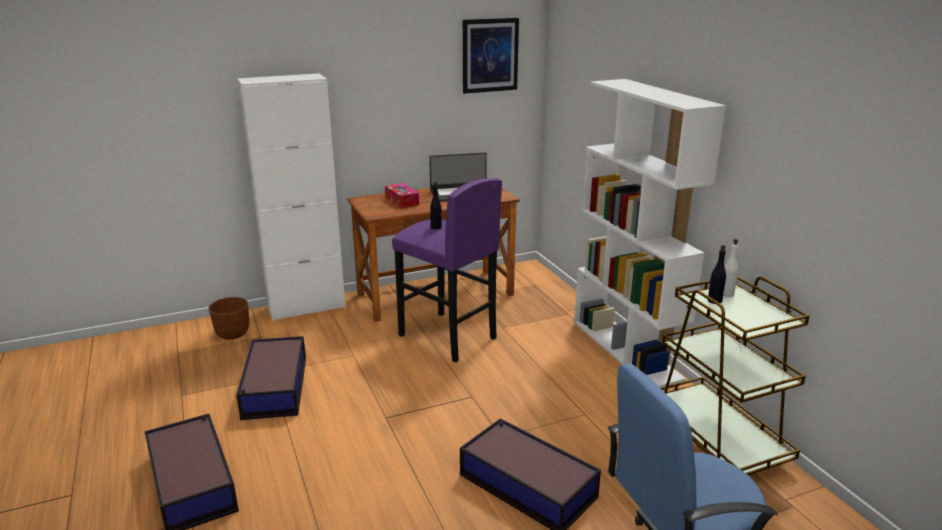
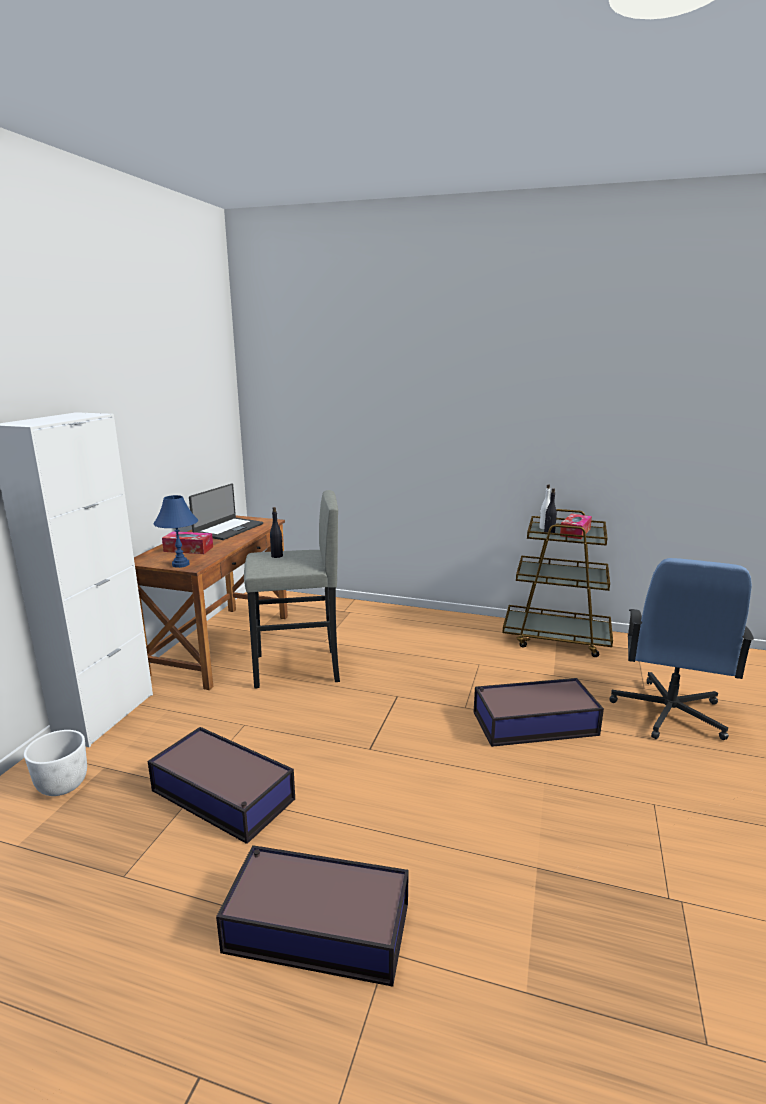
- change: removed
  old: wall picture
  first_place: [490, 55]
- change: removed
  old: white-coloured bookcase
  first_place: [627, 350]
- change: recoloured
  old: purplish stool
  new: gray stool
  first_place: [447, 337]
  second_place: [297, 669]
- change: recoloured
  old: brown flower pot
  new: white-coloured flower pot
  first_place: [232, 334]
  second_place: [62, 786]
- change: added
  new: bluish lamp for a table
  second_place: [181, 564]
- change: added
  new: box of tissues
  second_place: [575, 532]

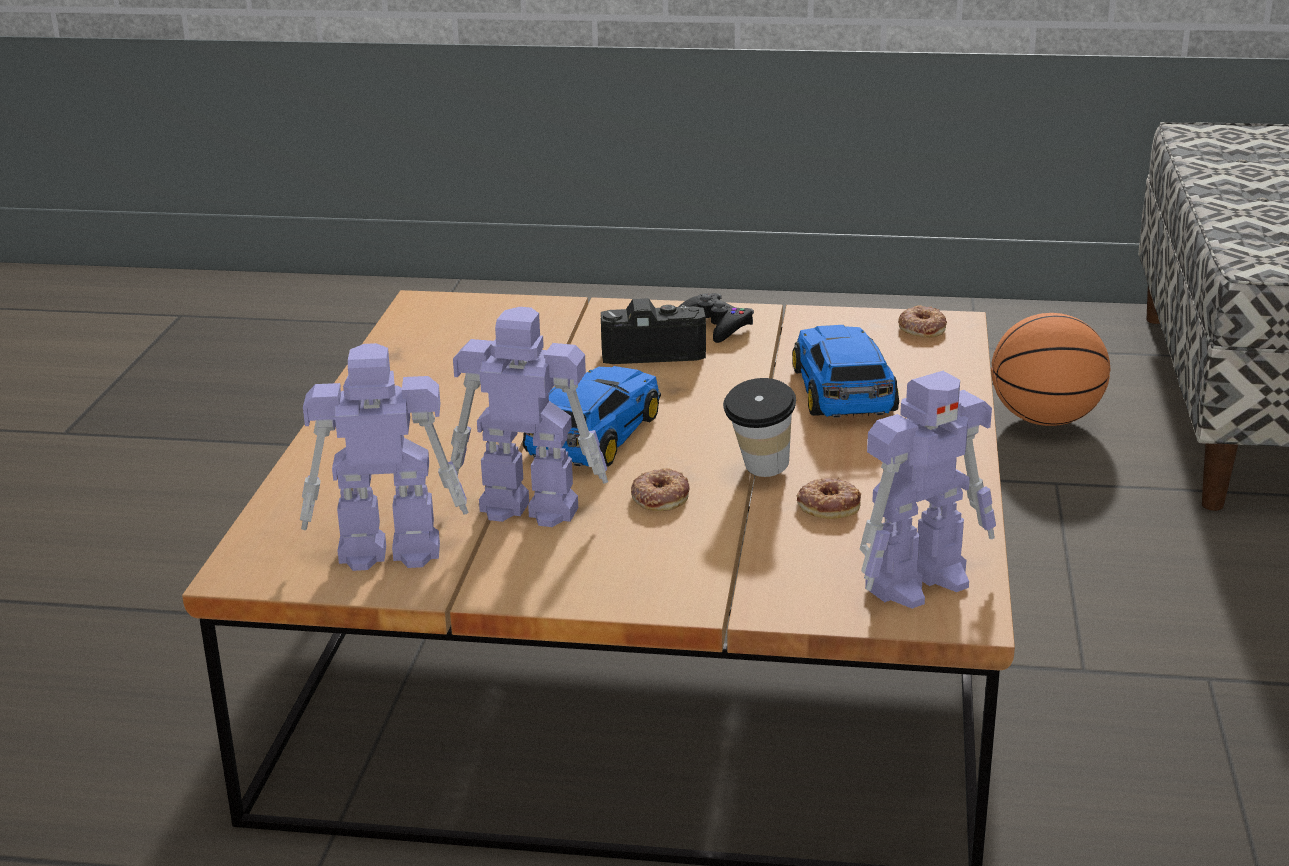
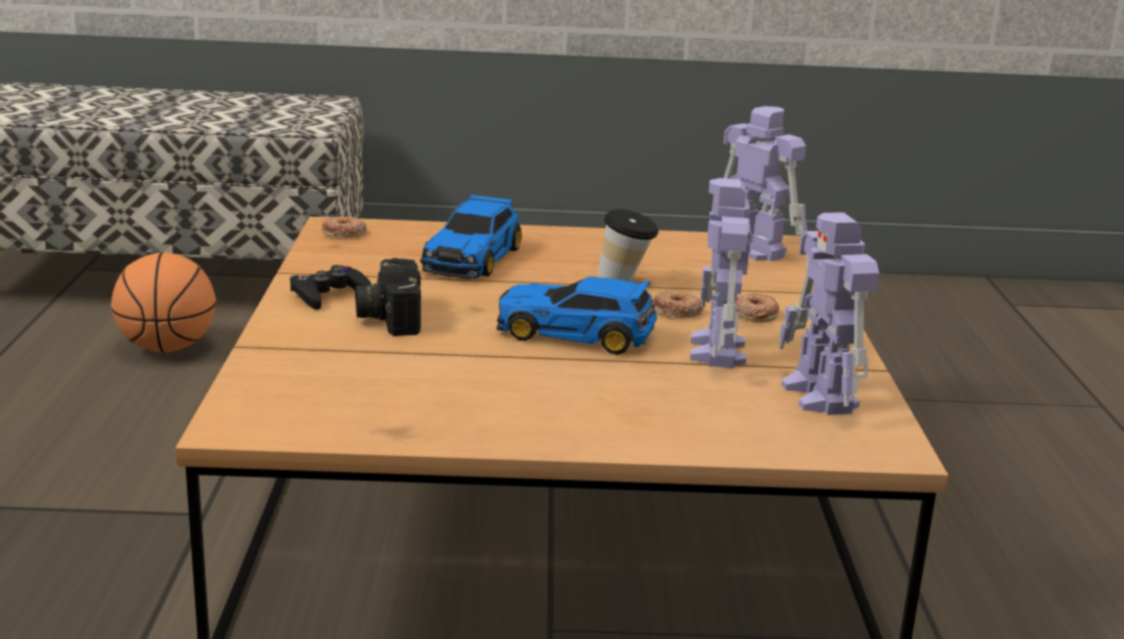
- change: turned
  old: toy car
  first_place: [842, 391]
  second_place: [473, 258]
  degrees: -60
- change: moved
  old: donut
  first_place: [828, 504]
  second_place: [755, 313]

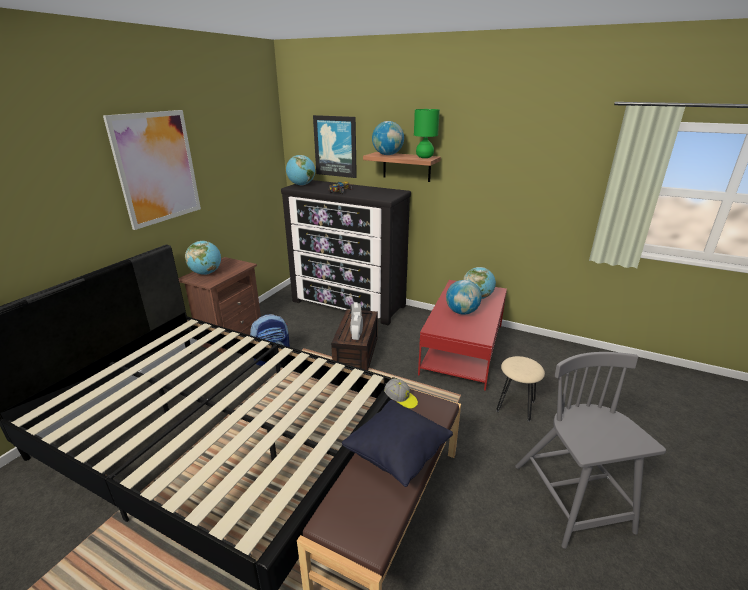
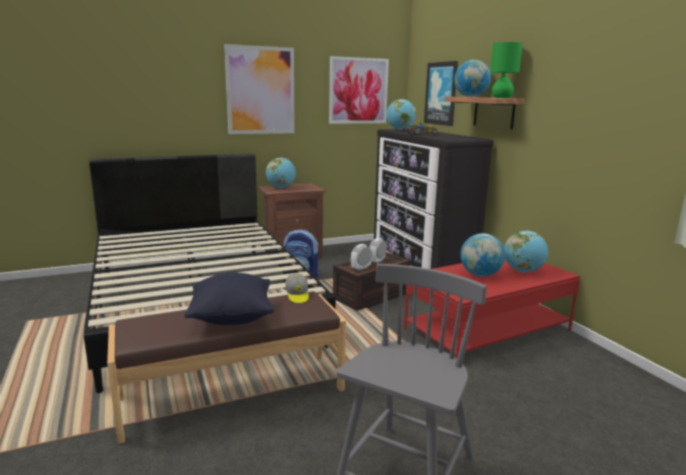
- change: removed
  old: beige stool
  first_place: [516, 406]
- change: added
  new: wall picture
  second_place: [358, 91]

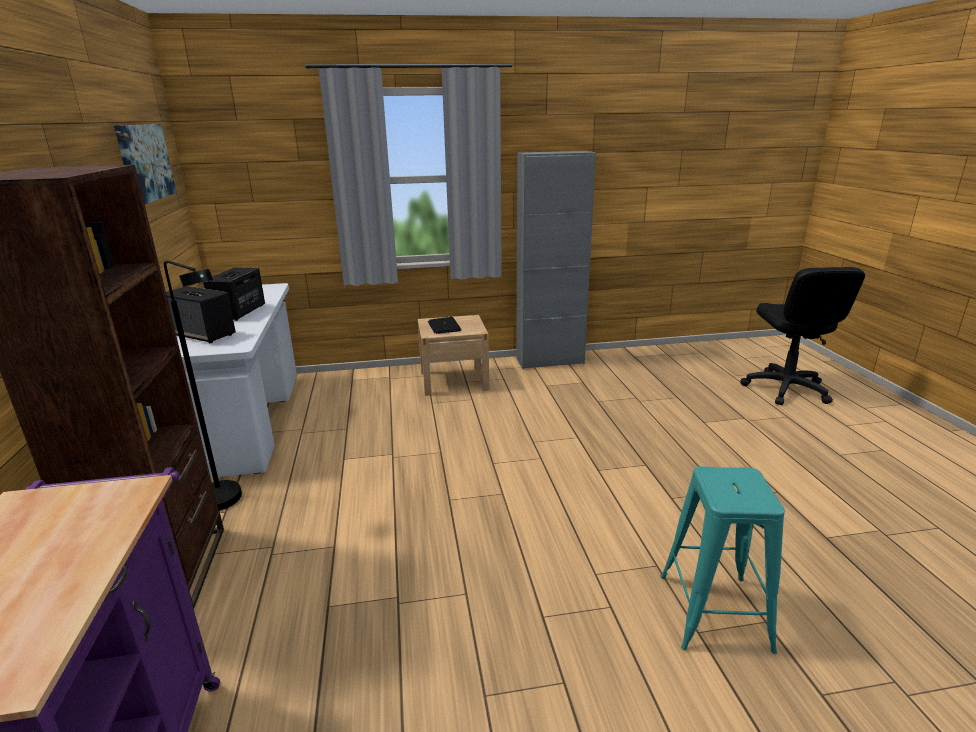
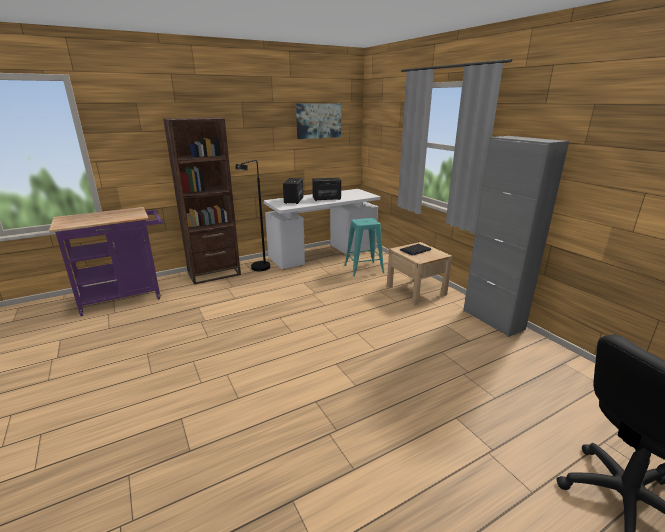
- change: moved
  old: turquoise stool
  first_place: [714, 611]
  second_place: [364, 269]

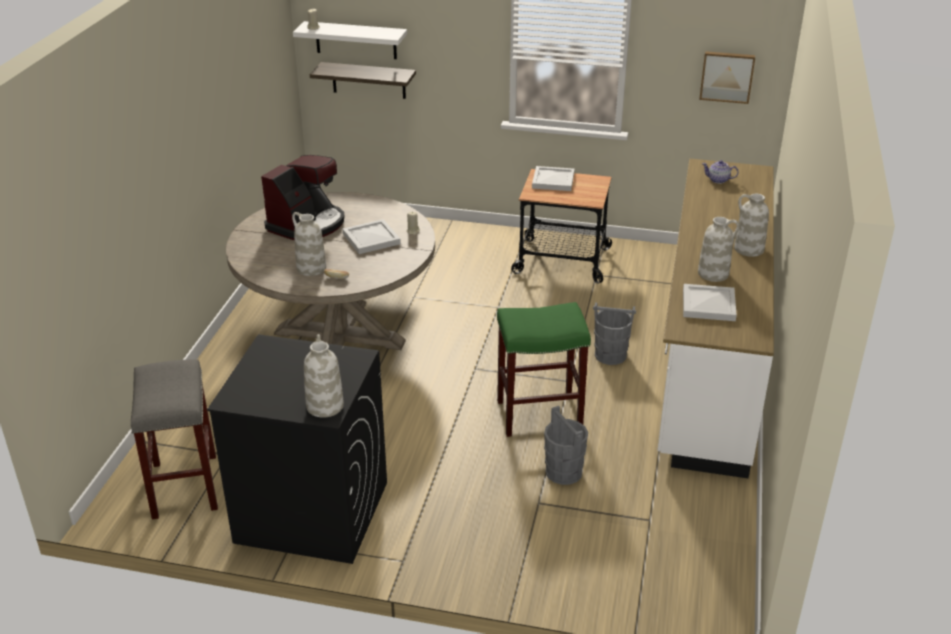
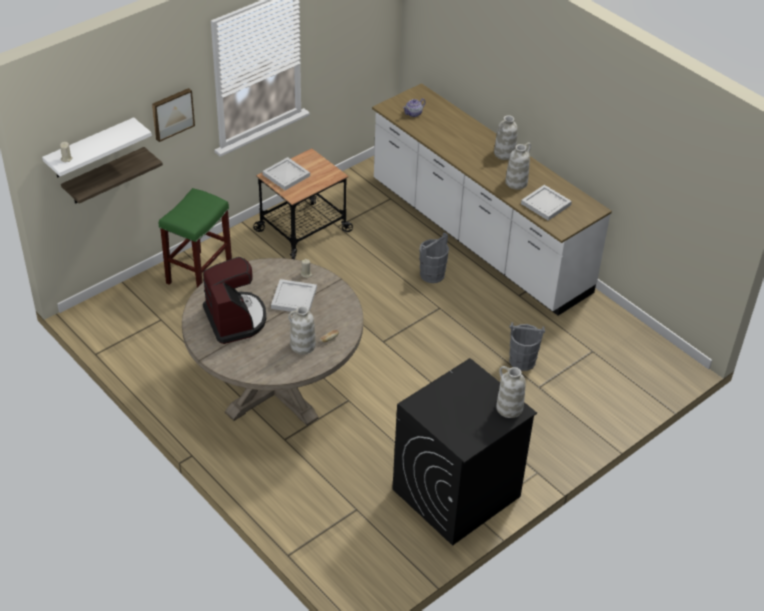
- change: moved
  old: wall picture
  first_place: [727, 76]
  second_place: [172, 113]
- change: moved
  old: green stool
  first_place: [540, 414]
  second_place: [199, 273]
- change: removed
  old: gray stool
  first_place: [184, 485]

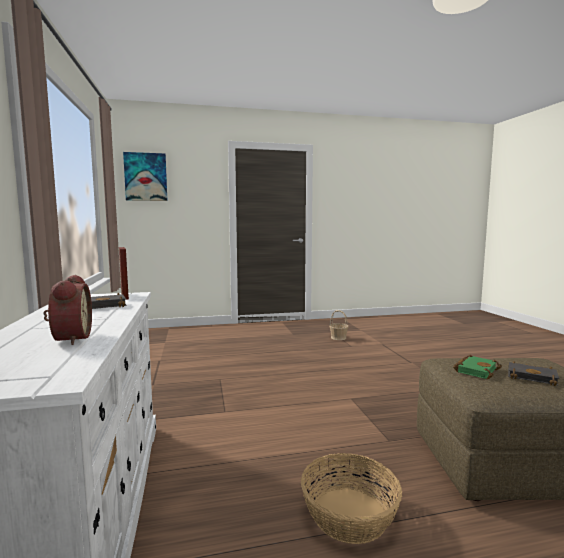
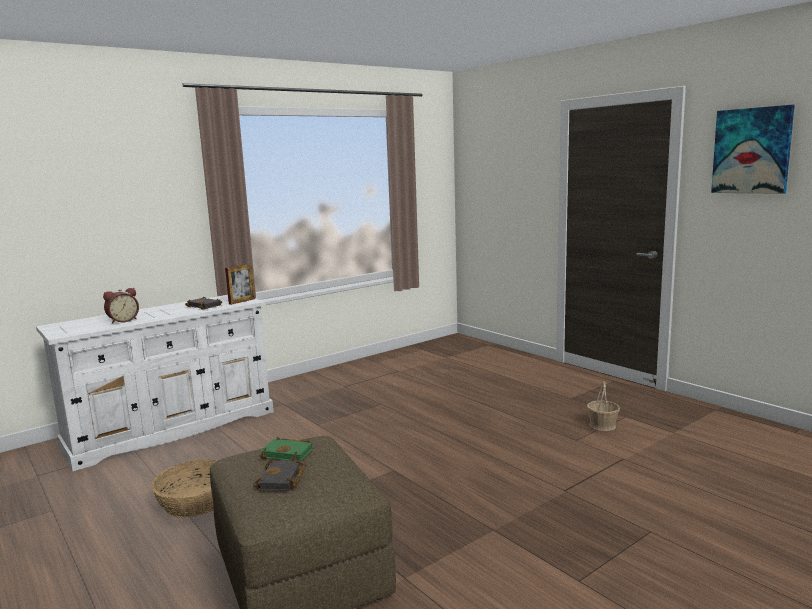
- change: moved
  old: wall picture
  first_place: [146, 177]
  second_place: [752, 151]

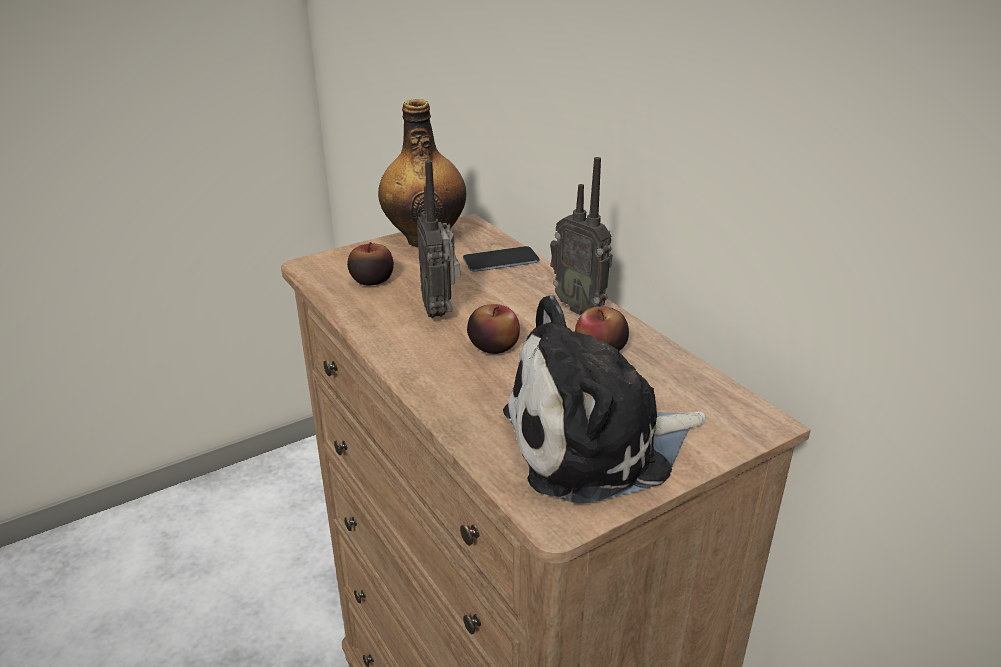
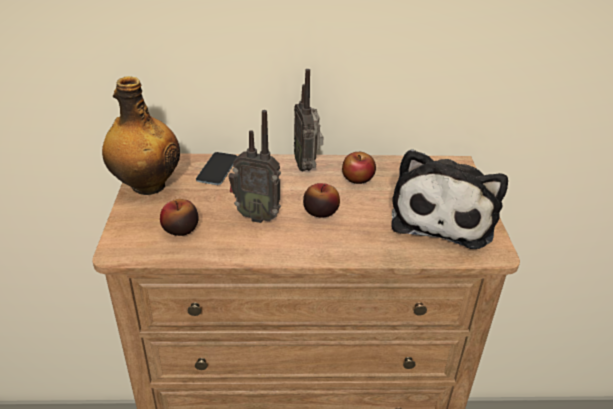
- change: turned
  old: radio set
  first_place: [580, 306]
  second_place: [307, 166]
  degrees: 90

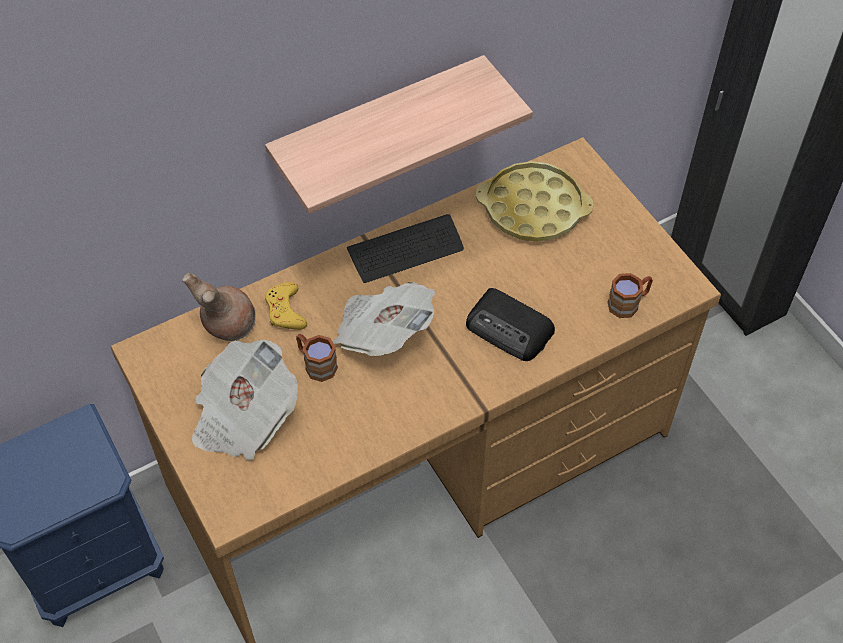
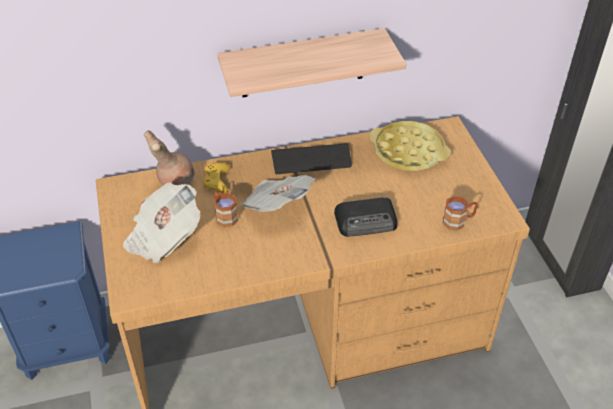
- change: turned
  old: radio set
  first_place: [510, 329]
  second_place: [367, 221]
  degrees: -60

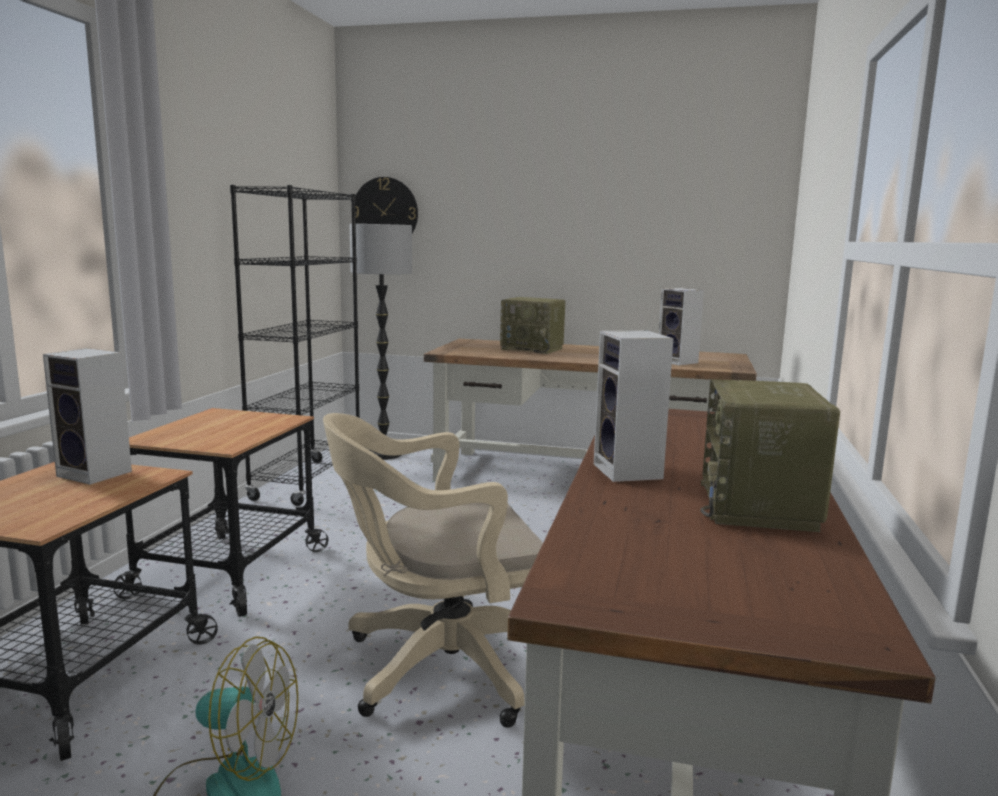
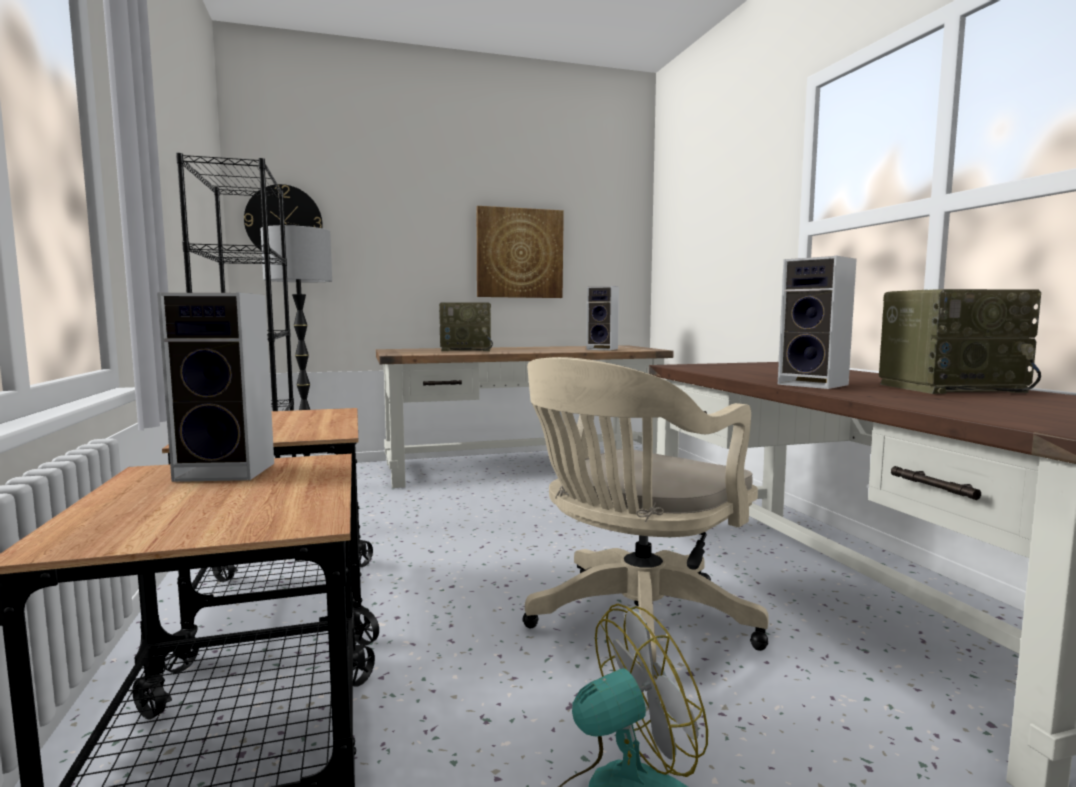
- change: turned
  old: radio set
  first_place: [759, 507]
  second_place: [951, 388]
  degrees: -75
- change: added
  new: wall picture
  second_place: [519, 253]

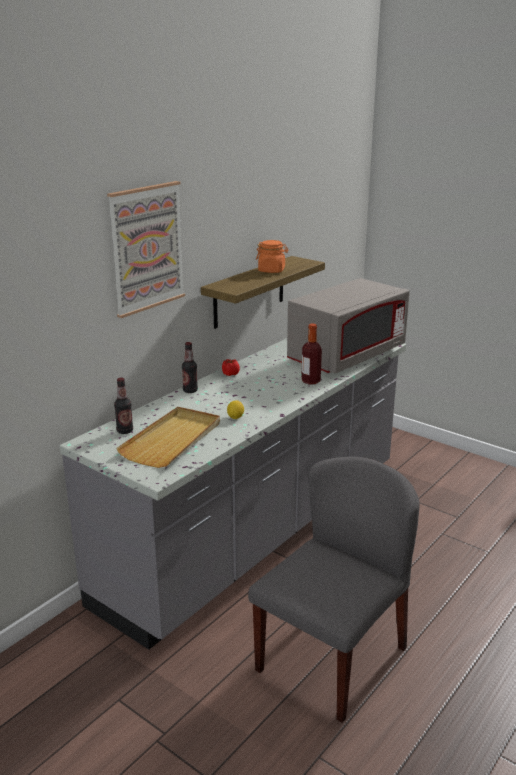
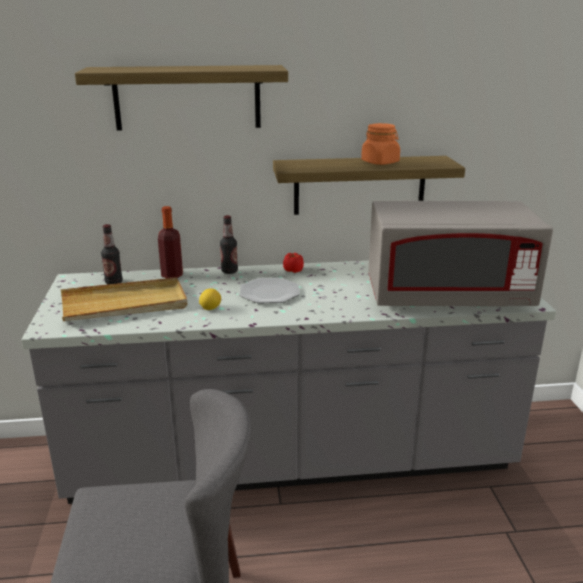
- change: replaced
  old: wall picture
  new: shelf
  first_place: [146, 248]
  second_place: [187, 98]
- change: moved
  old: bottle
  first_place: [310, 381]
  second_place: [172, 275]
- change: added
  new: dinner plate
  second_place: [269, 292]

